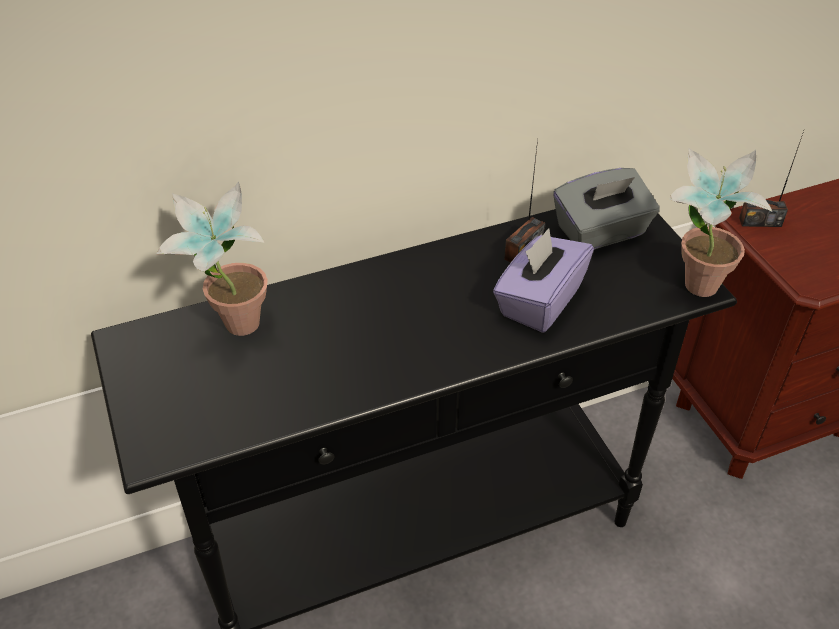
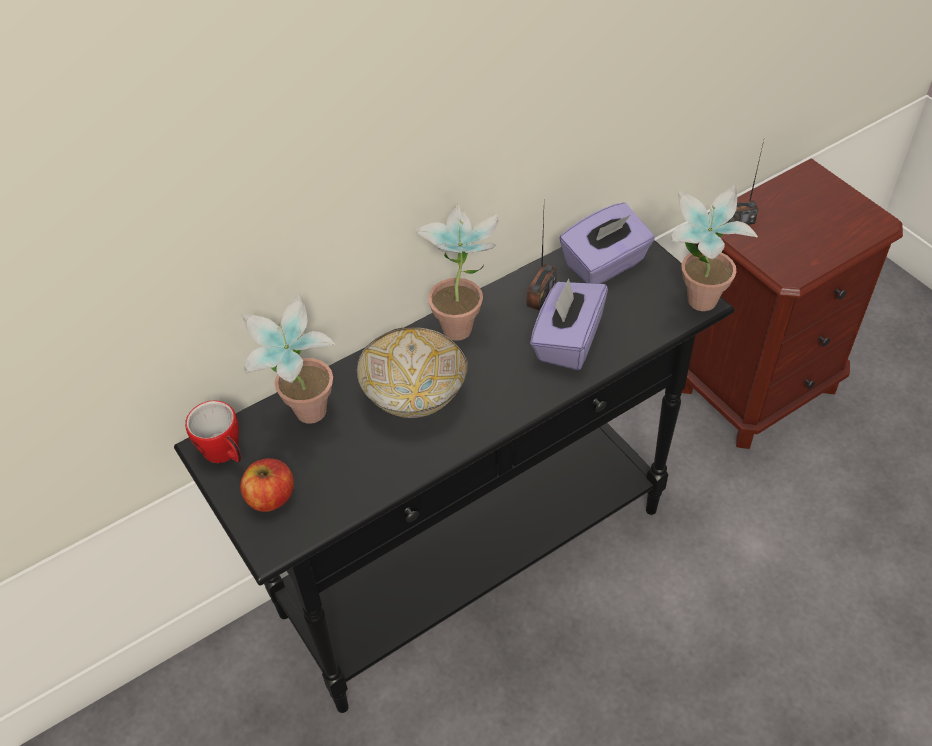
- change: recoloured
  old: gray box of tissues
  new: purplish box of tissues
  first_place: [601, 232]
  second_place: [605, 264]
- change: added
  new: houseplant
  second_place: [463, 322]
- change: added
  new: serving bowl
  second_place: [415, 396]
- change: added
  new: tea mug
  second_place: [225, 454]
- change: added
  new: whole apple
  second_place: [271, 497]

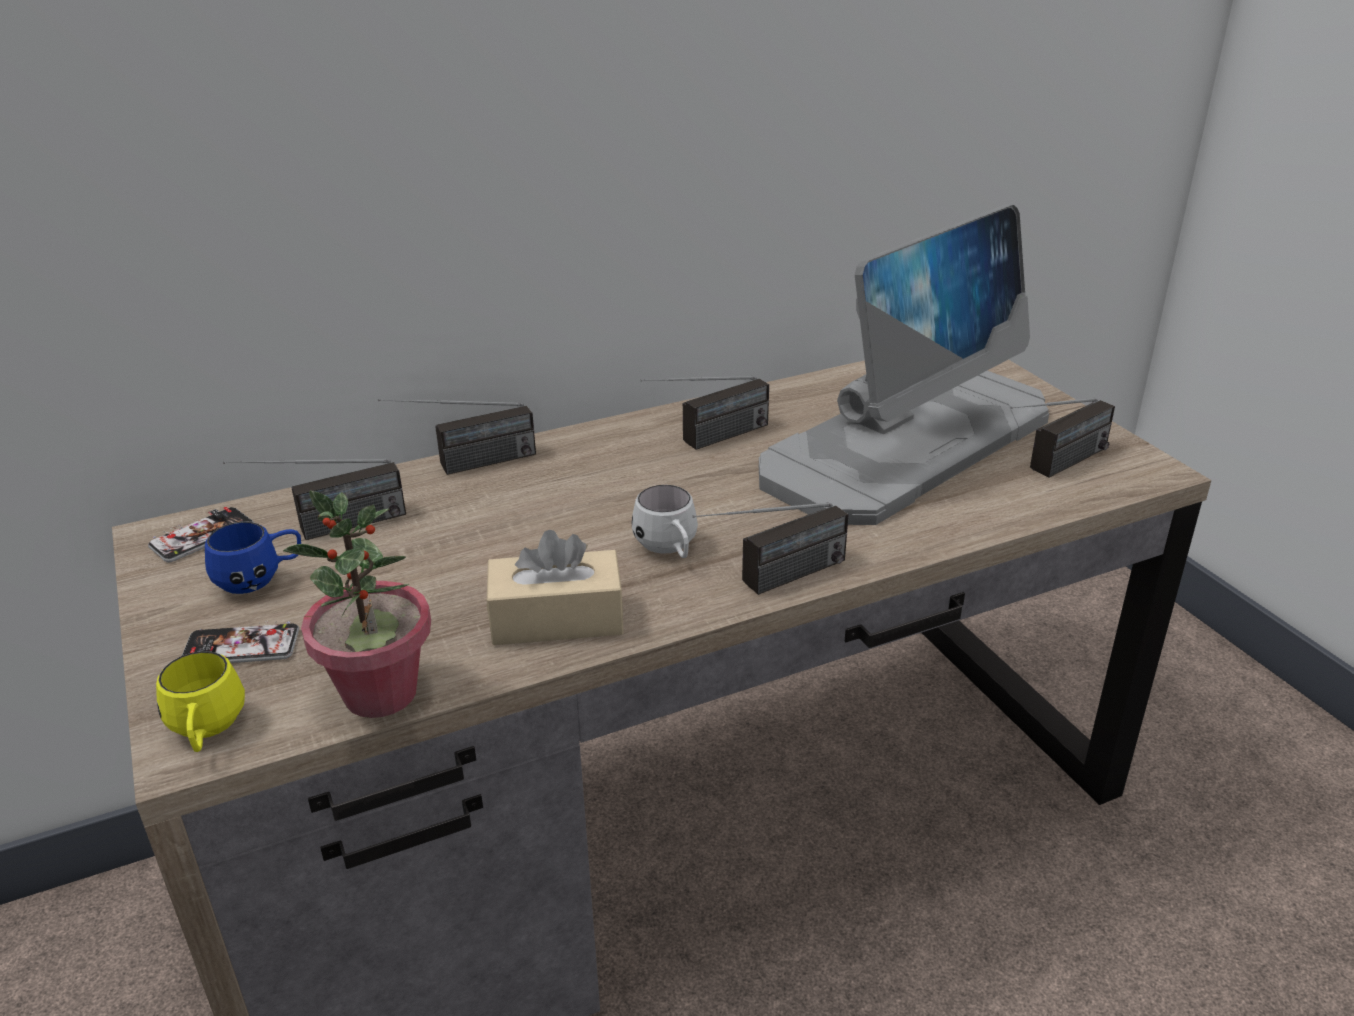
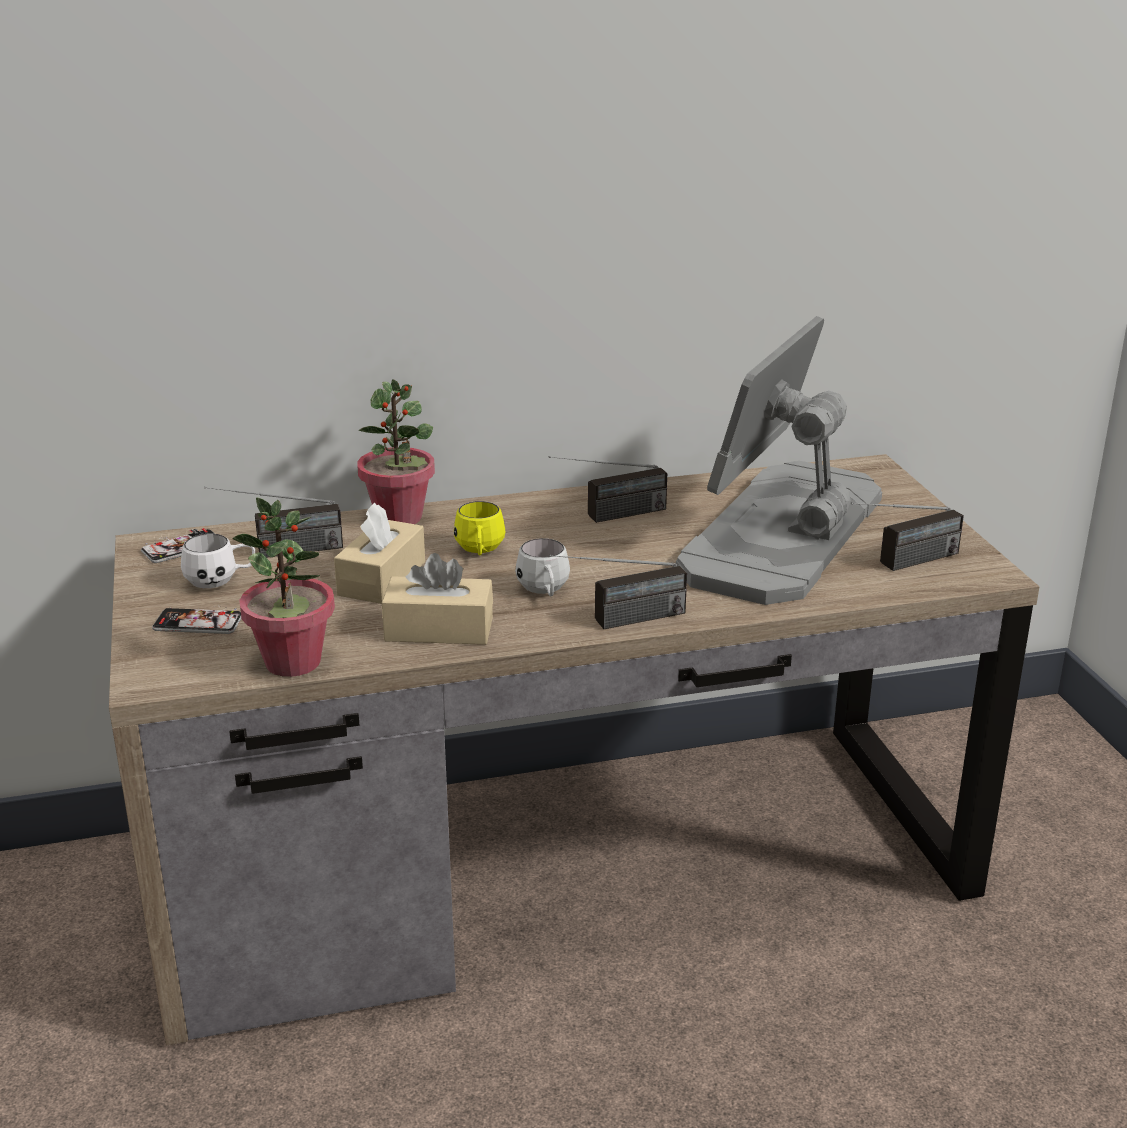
- change: turned
  old: computer display
  first_place: [908, 443]
  second_place: [783, 533]
  degrees: 150
- change: replaced
  old: radio set
  new: houseplant
  first_place: [464, 466]
  second_place: [399, 517]
- change: recoloured
  old: bluish tea mug
  new: white-coloured tea mug
  first_place: [261, 580]
  second_place: [221, 581]
- change: moved
  old: yellow tea mug
  first_place: [207, 733]
  second_place: [480, 552]
- change: added
  new: beige box of tissues
  second_place: [382, 578]

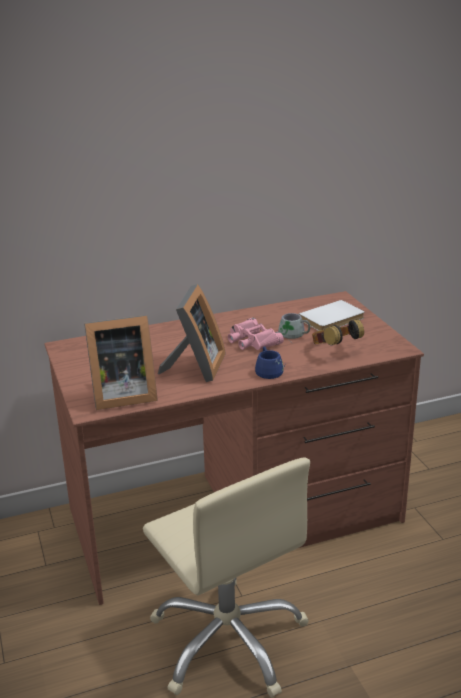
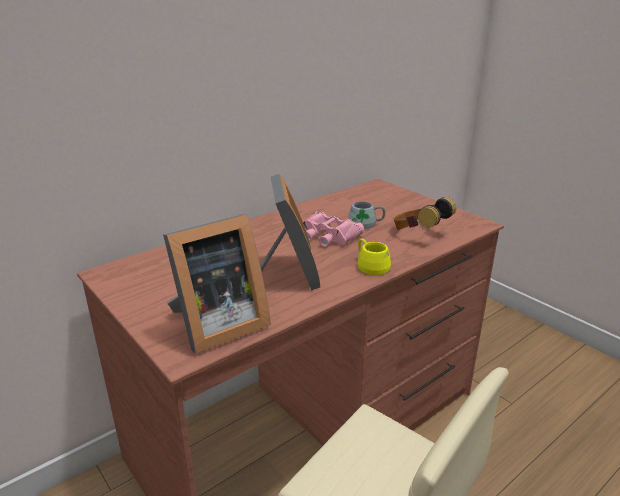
- change: removed
  old: white-coloured book
  first_place: [333, 319]
- change: recoloured
  old: bluish tea mug
  new: yellow tea mug
  first_place: [271, 370]
  second_place: [373, 265]

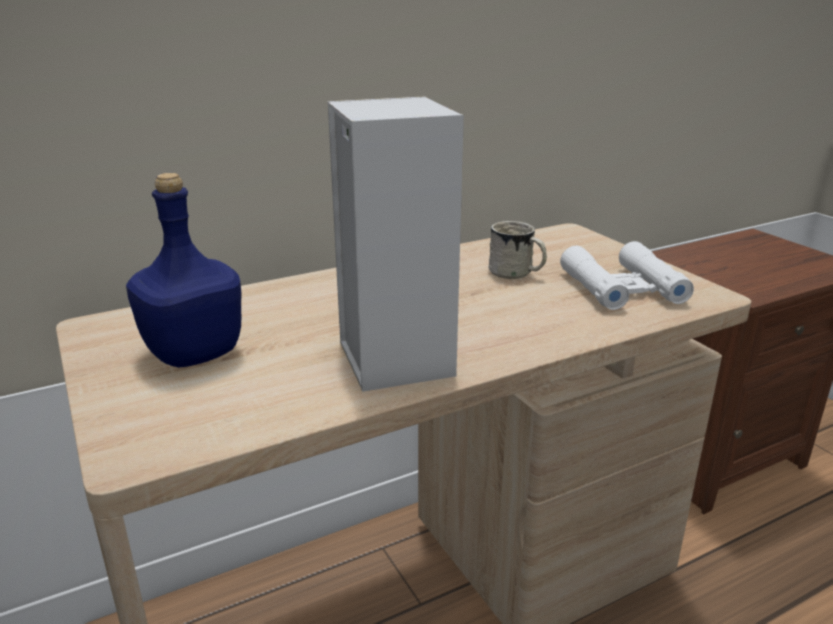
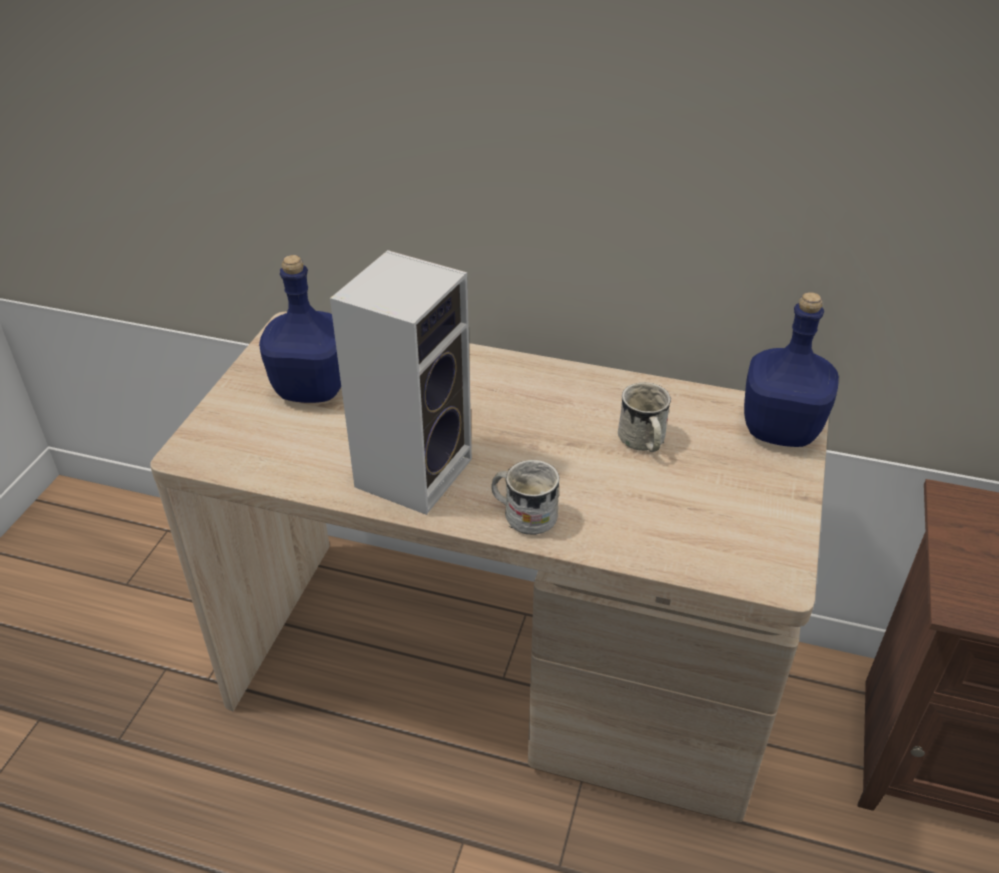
- change: removed
  old: white-coloured field glasses
  first_place: [622, 288]
- change: added
  new: bluish bottle
  second_place: [782, 430]
- change: added
  new: white-coloured tea mug
  second_place: [523, 515]

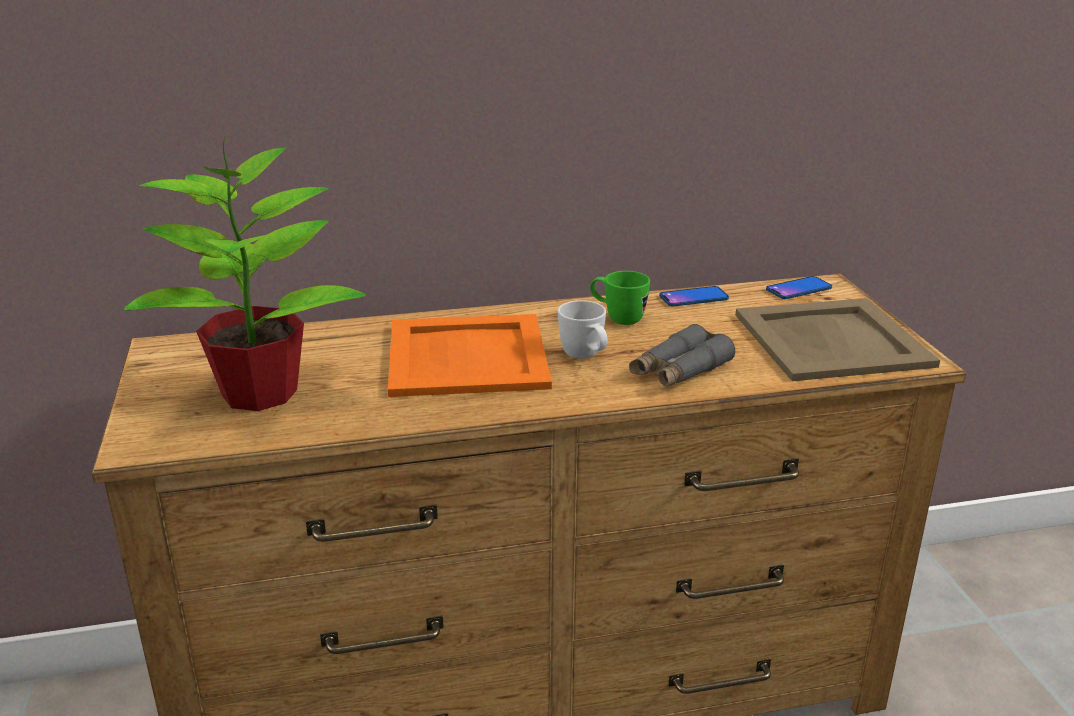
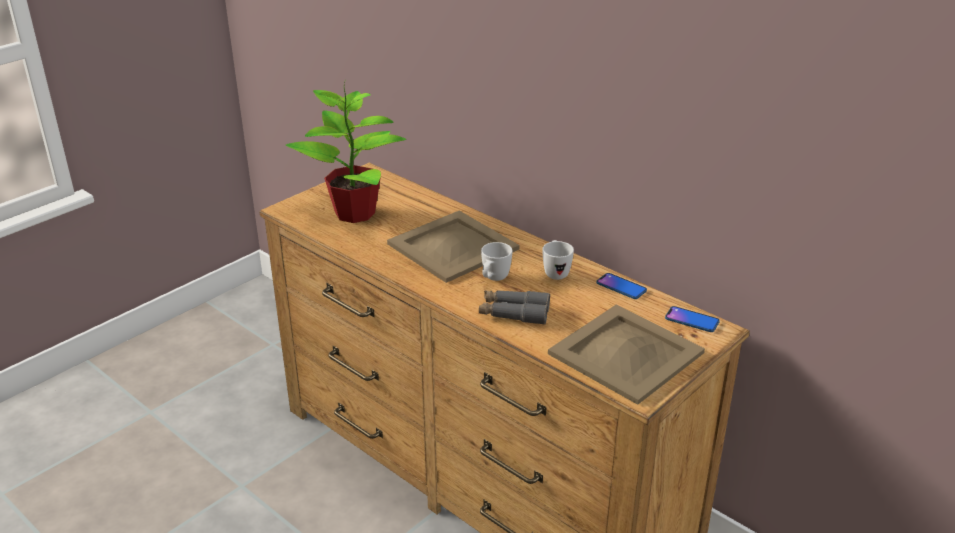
- change: recoloured
  old: green tea mug
  new: white-coloured tea mug
  first_place: [617, 319]
  second_place: [555, 272]
- change: recoloured
  old: orange carrying tray
  new: beige carrying tray
  first_place: [465, 355]
  second_place: [453, 246]

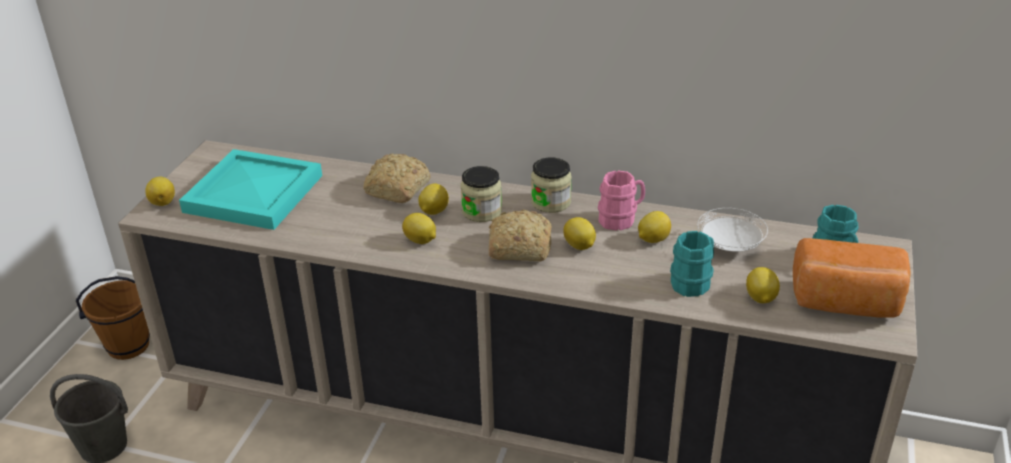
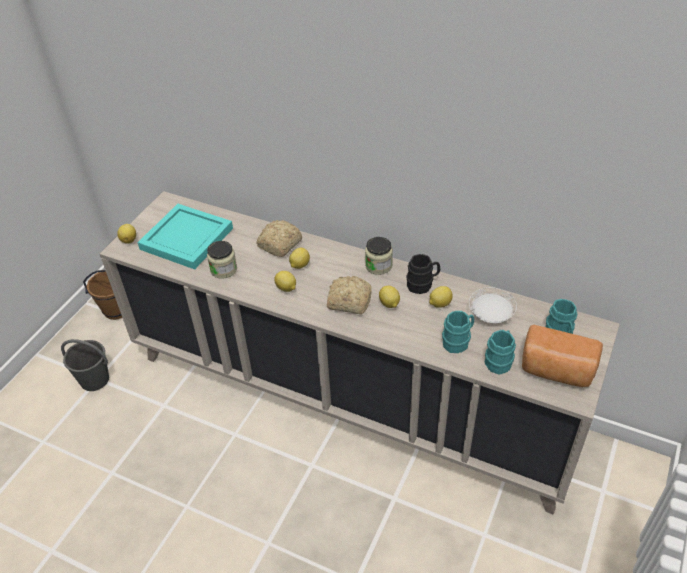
- change: moved
  old: preserve jar
  first_place: [481, 211]
  second_place: [223, 269]
- change: recoloured
  old: pink tea mug
  new: black tea mug
  first_place: [621, 218]
  second_place: [423, 284]
- change: replaced
  old: lemon
  new: turquoise tea mug
  first_place: [760, 298]
  second_place: [499, 360]

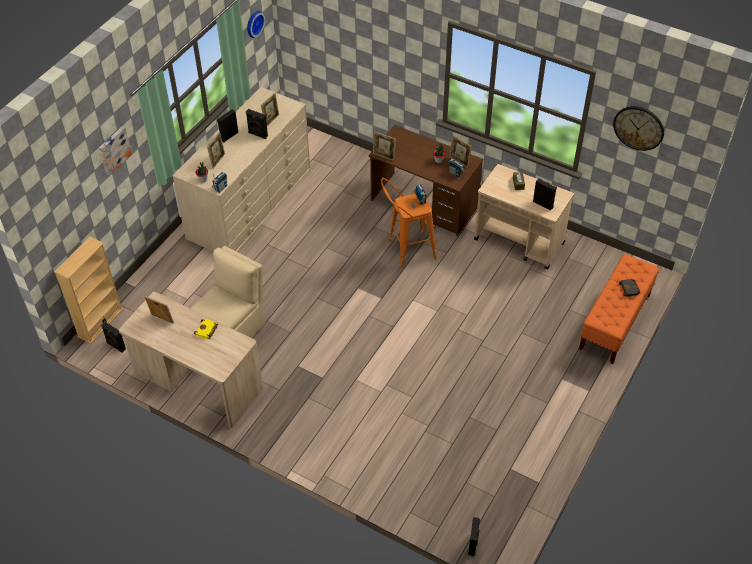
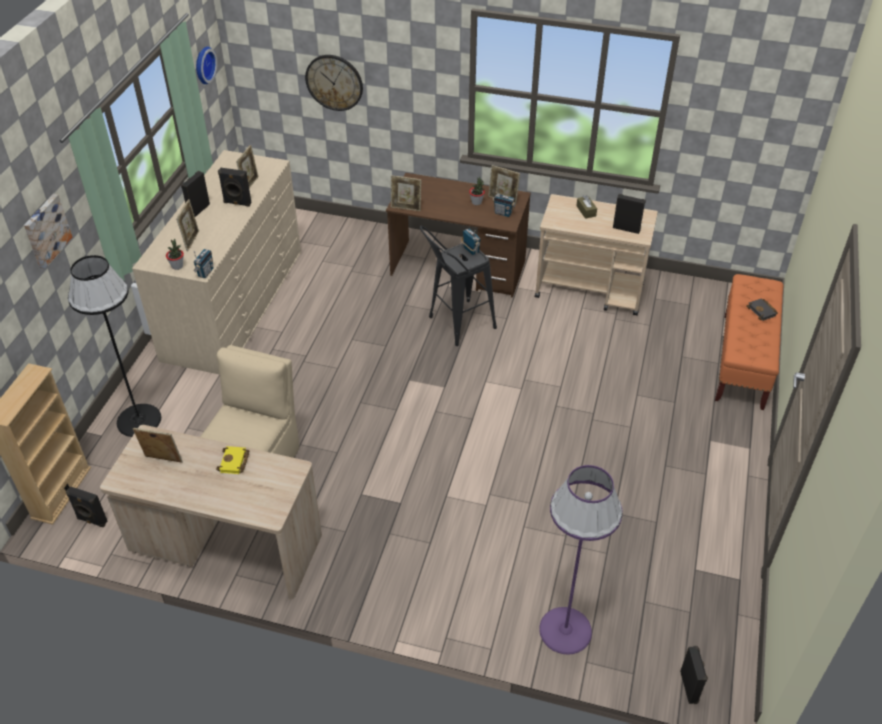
- change: moved
  old: wall clock
  first_place: [638, 127]
  second_place: [334, 82]
- change: recoloured
  old: orange stool
  new: black stool
  first_place: [406, 251]
  second_place: [456, 325]
- change: added
  new: black standard lamp
  second_place: [139, 420]
- change: added
  new: purplish standard lamp
  second_place: [565, 630]

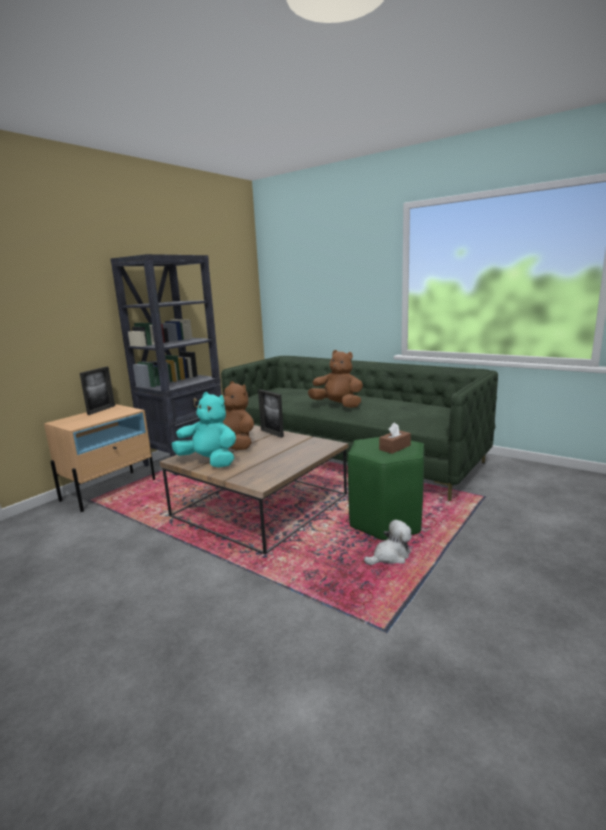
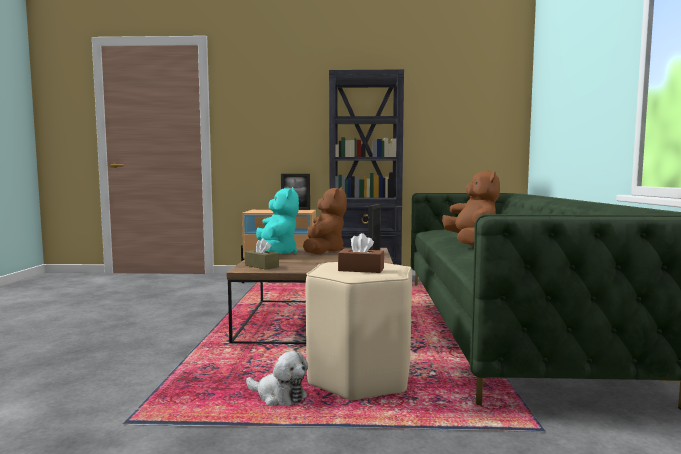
- change: recoloured
  old: green stool
  new: beige stool
  first_place: [387, 521]
  second_place: [360, 378]
- change: added
  new: brown box of tissues
  second_place: [262, 266]

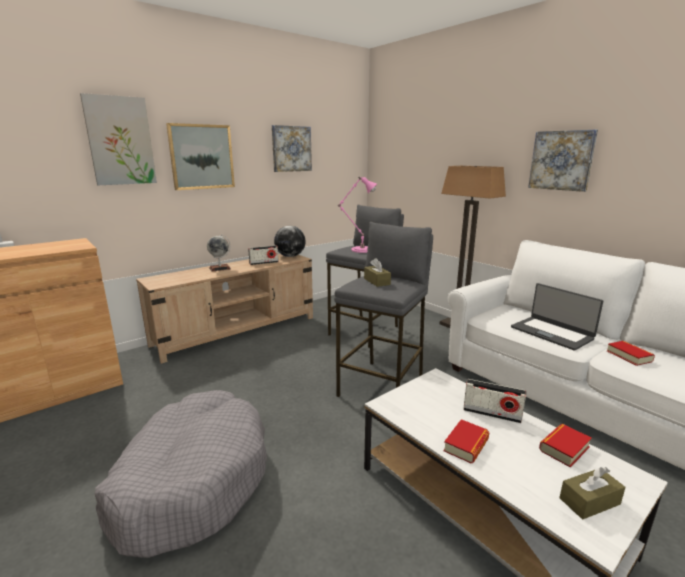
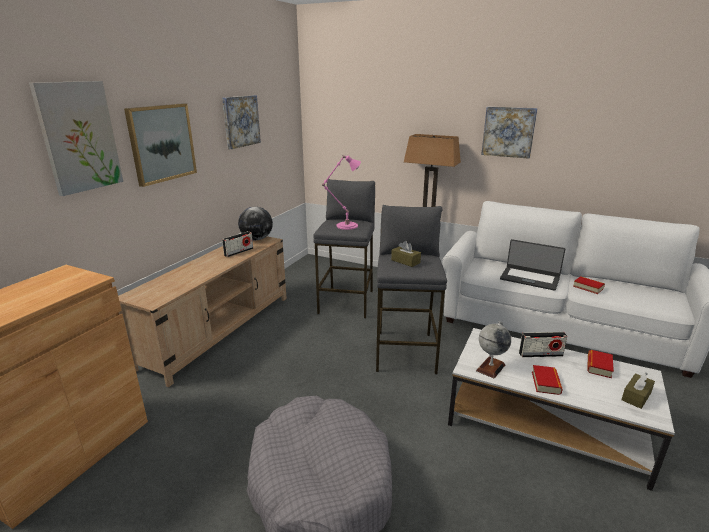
- change: moved
  old: world globe
  first_place: [220, 268]
  second_place: [490, 367]

